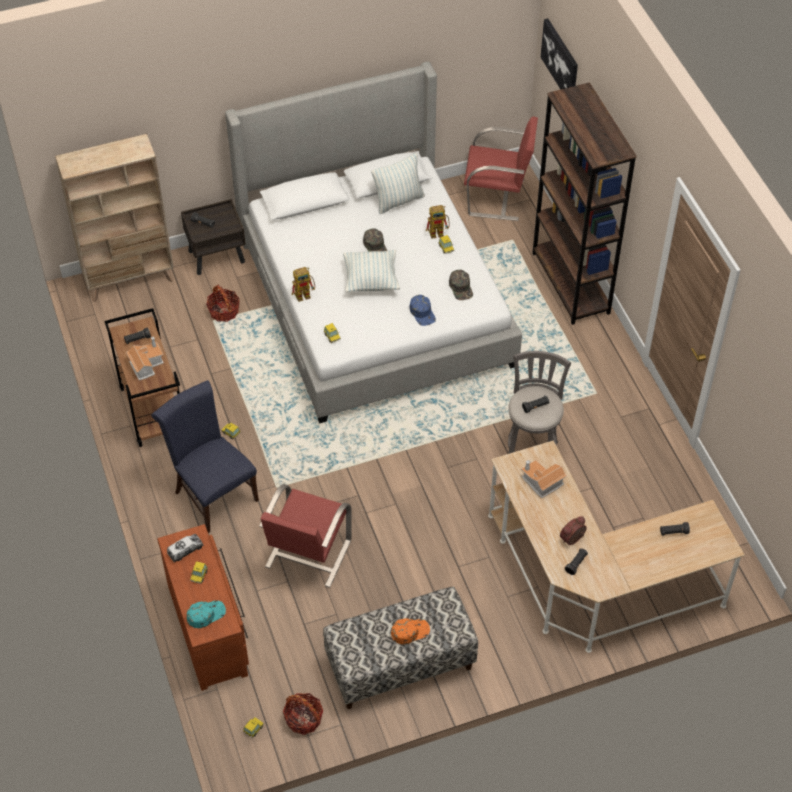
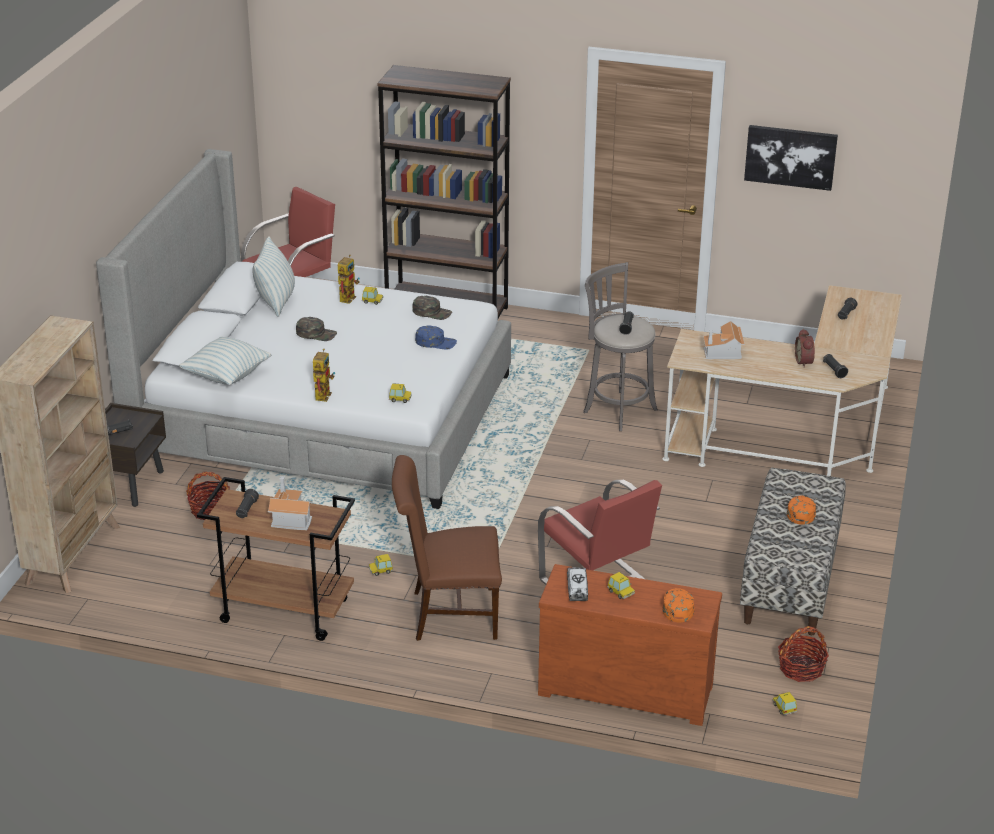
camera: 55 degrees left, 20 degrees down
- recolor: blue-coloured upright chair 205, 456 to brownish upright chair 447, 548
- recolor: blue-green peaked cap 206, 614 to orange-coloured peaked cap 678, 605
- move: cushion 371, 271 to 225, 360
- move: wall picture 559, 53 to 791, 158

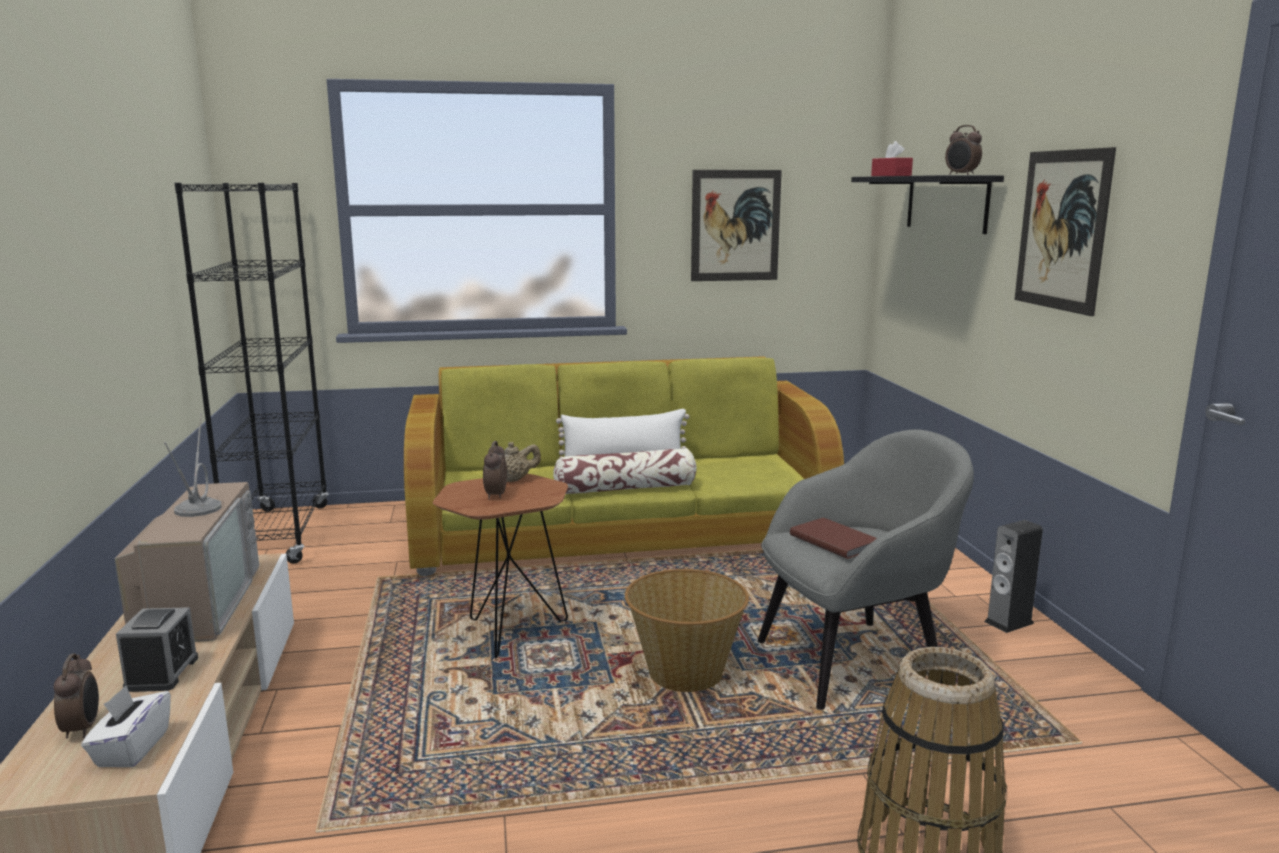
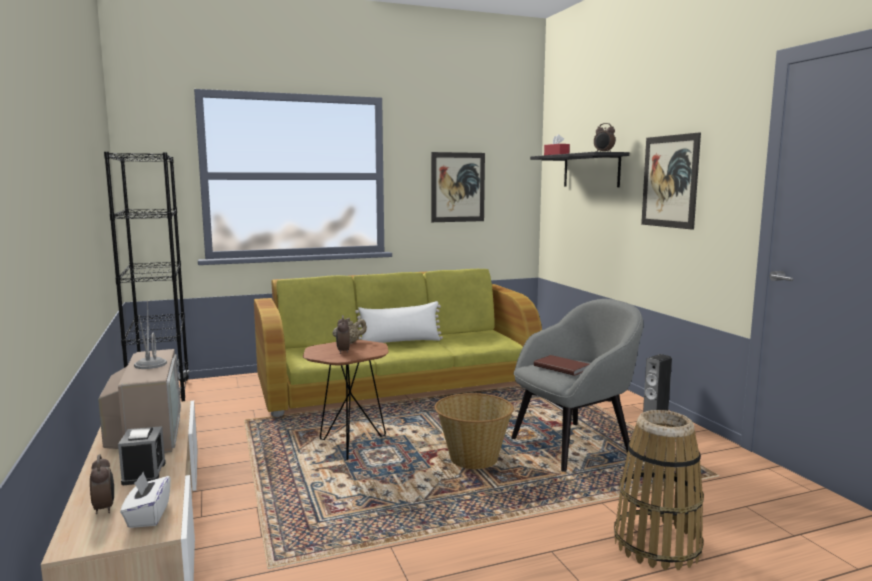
camera: 10 degrees left, 5 degrees down
- delete: cushion 624, 471

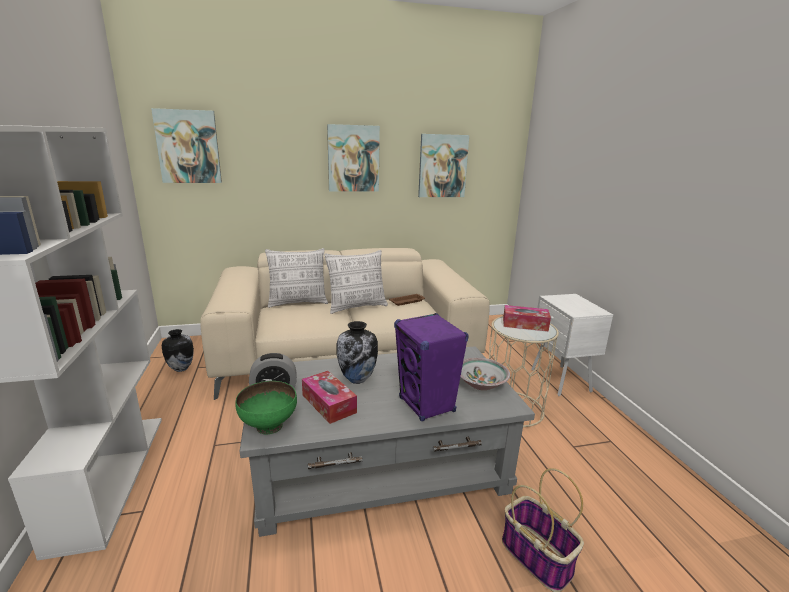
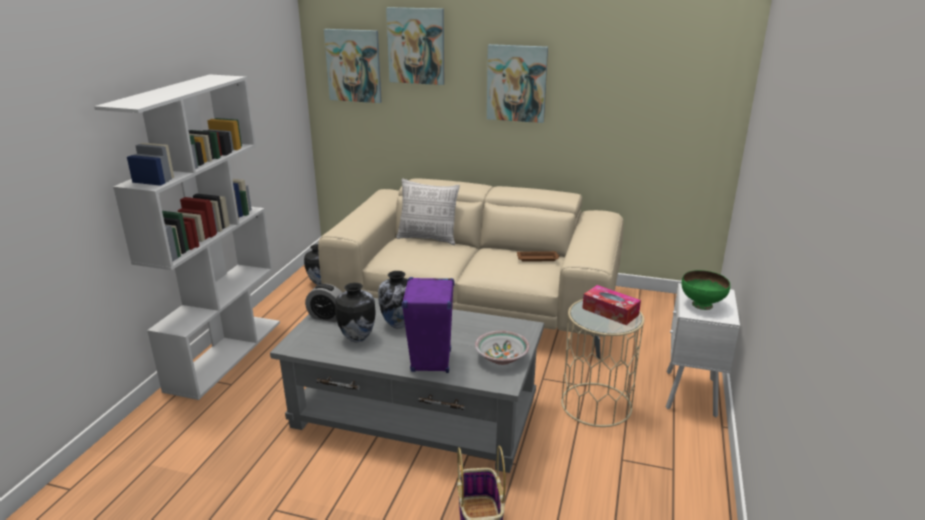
camera: 30 degrees right, 5 degrees up
- move: green serving bowl 266, 407 to 705, 290
- replace: tissue holder 329, 397 to flower vase 355, 312
- delete: cushion 356, 282
- move: wall picture 443, 165 to 415, 46

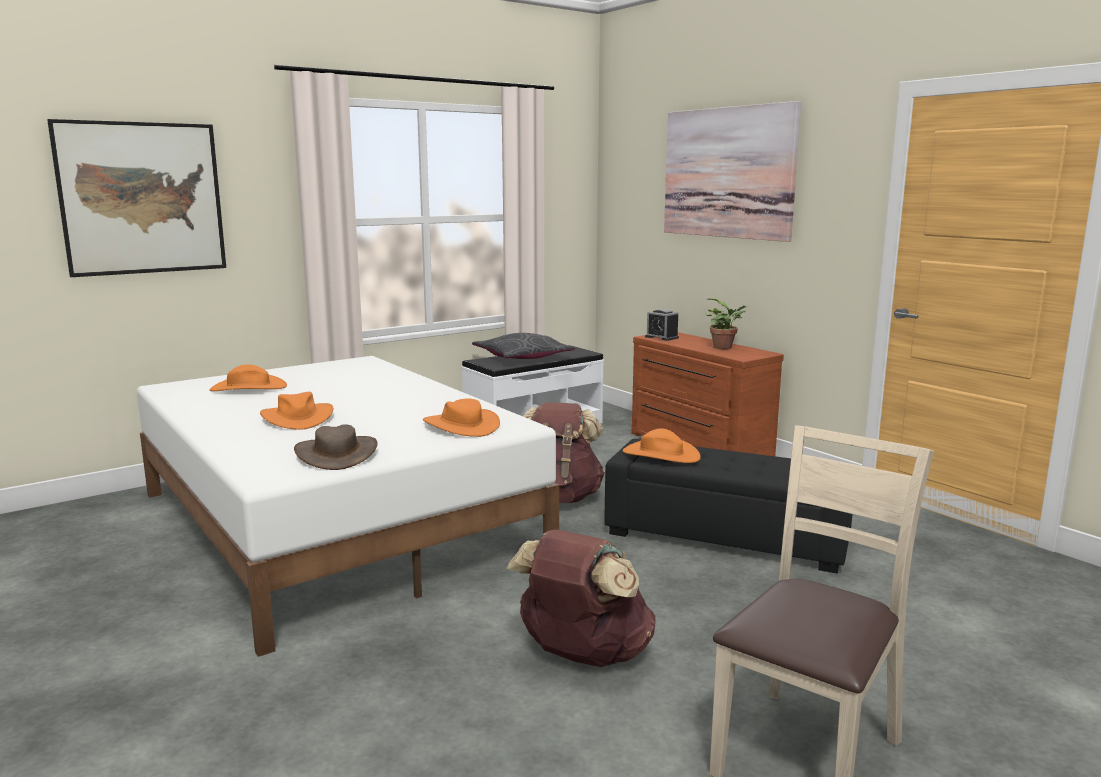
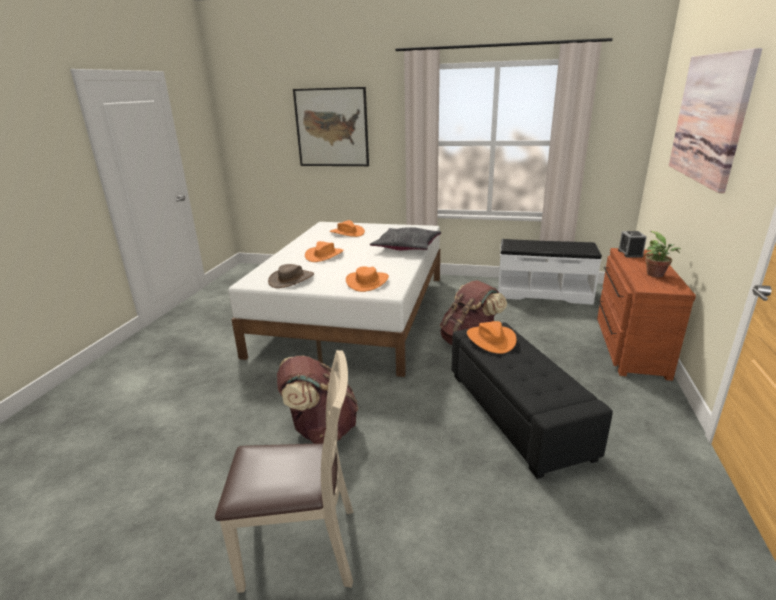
camera: 50 degrees right, 10 degrees up
- move: greyish cushion 523, 346 to 405, 238

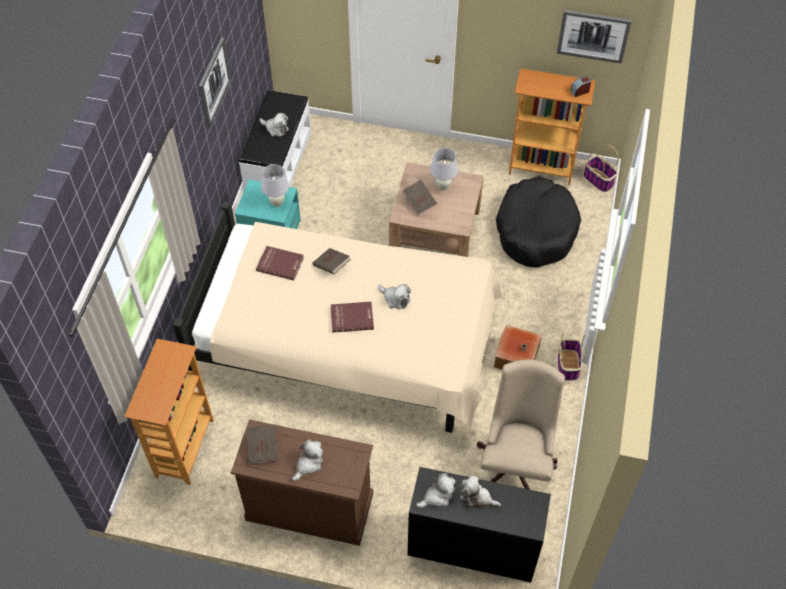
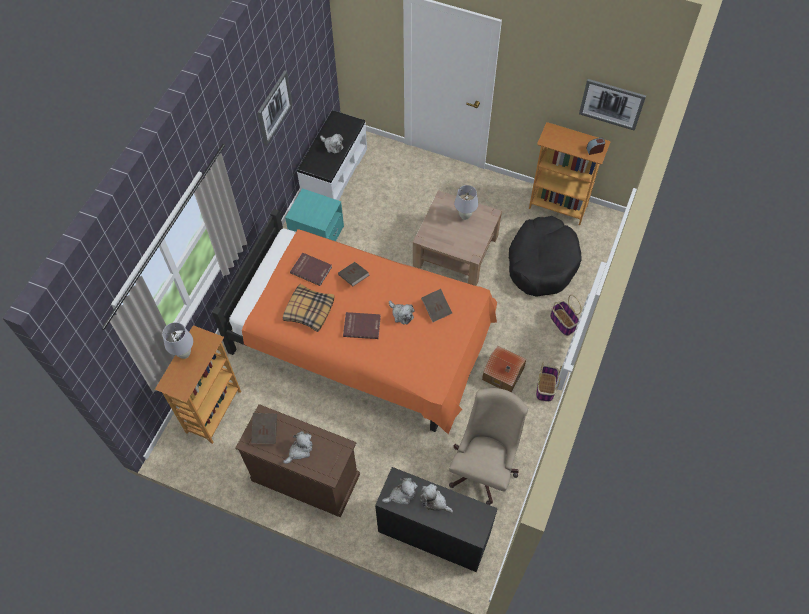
camera: 10 degrees right, 5 degrees up
- recolor: sand-coloured bedroom bed 337, 317 to orange-coloured bedroom bed 354, 321
- move: white tabletop lamp 275, 185 to 177, 340
- move: brownish bound book 419, 197 to 436, 305
- move: household basket 601, 168 to 566, 315
- insert: cushion 308, 308

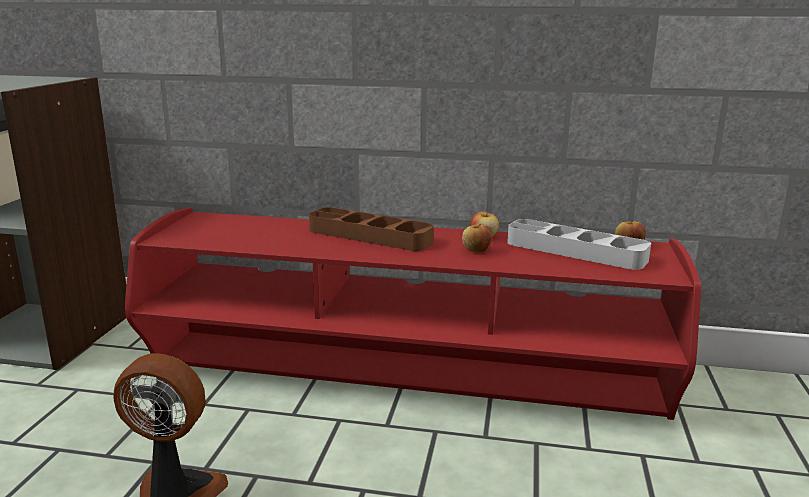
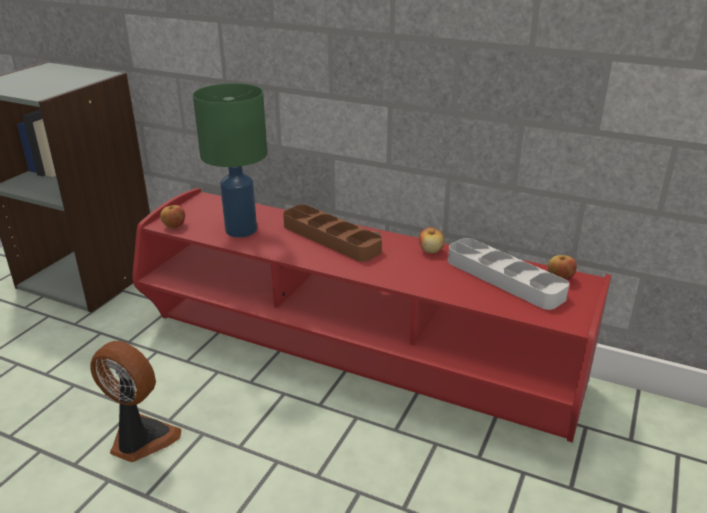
camera: 15 degrees right, 10 degrees up
- move: apple 477, 238 to 172, 216
- insert: green tabletop lamp 230, 160

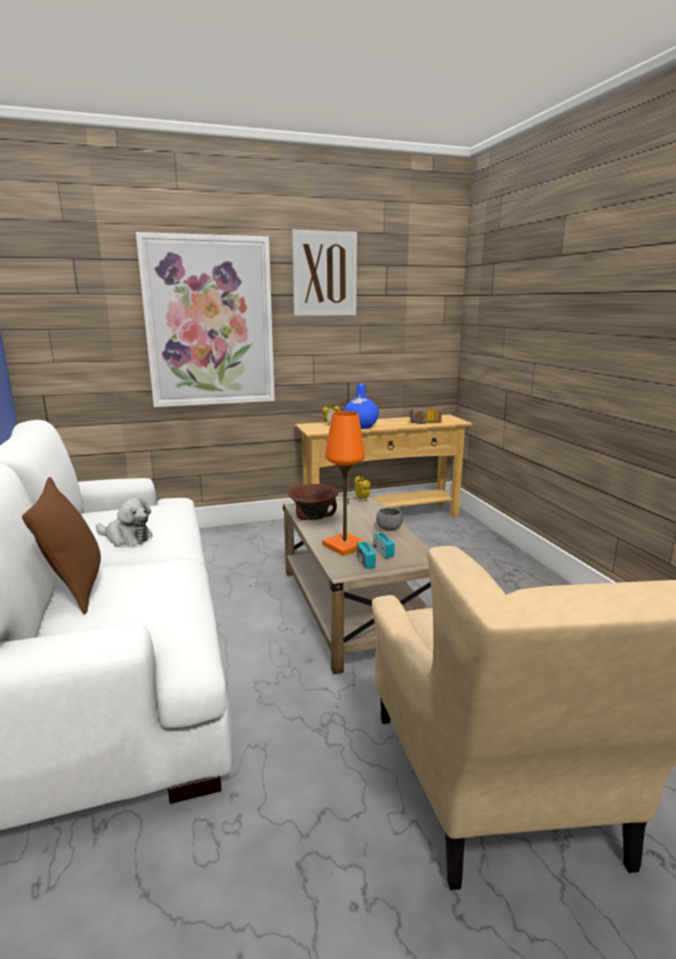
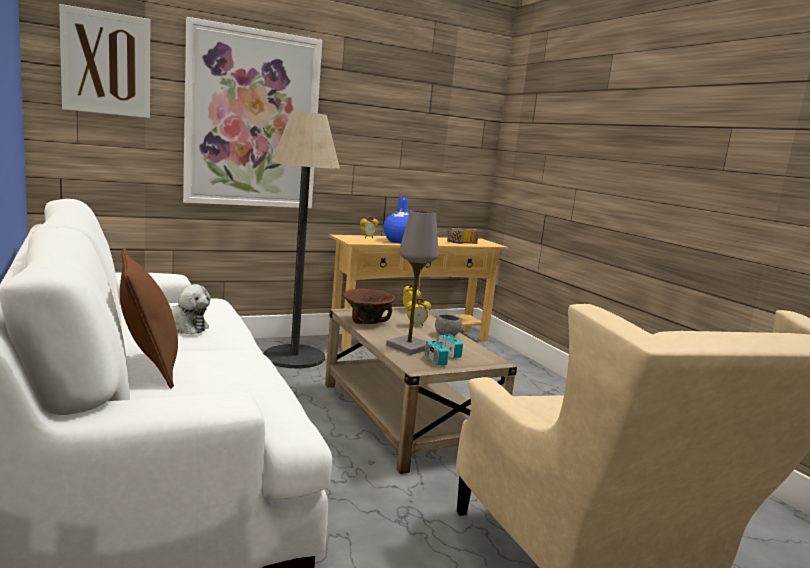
camera: 10 degrees left, 5 degrees down
- move: wall picture 324, 273 to 104, 61
- recolor: orange-coloured tabletop lamp 345, 483 to greyish tabletop lamp 412, 282
- insert: standing lamp 302, 239
- insert: table clock 418, 312

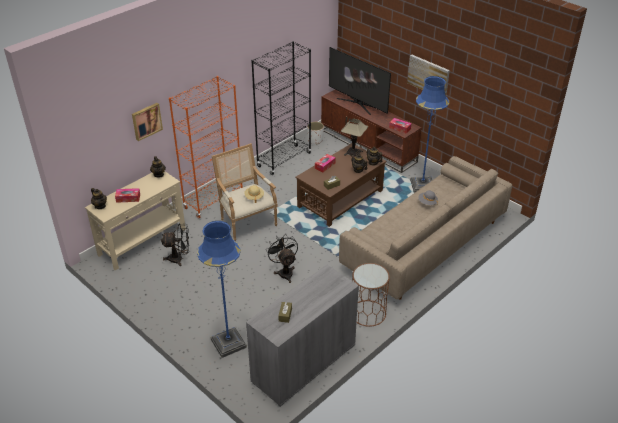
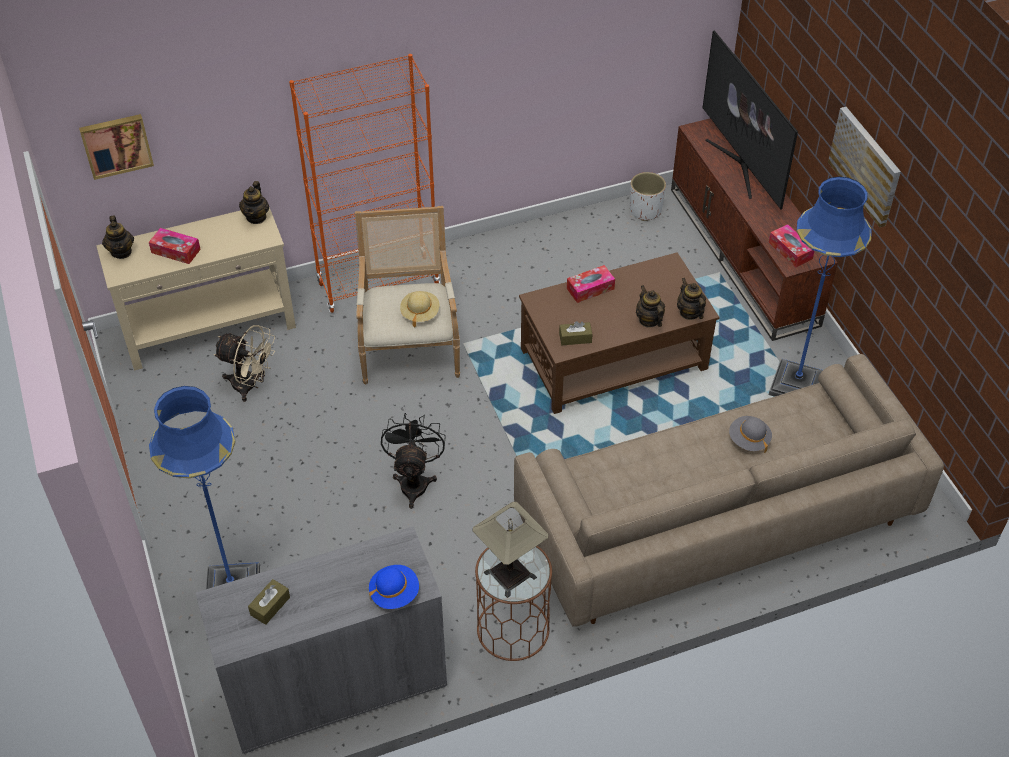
camera: 25 degrees right, 10 degrees up
- move: wall picture 147, 122 to 116, 147
- recolor: black fan 175, 245 to sand-coloured fan 244, 363
- delete: black bookshelf 281, 108
- move: tabletop lamp 354, 137 to 510, 549
- insert: blue-coloured wearable hat 394, 587

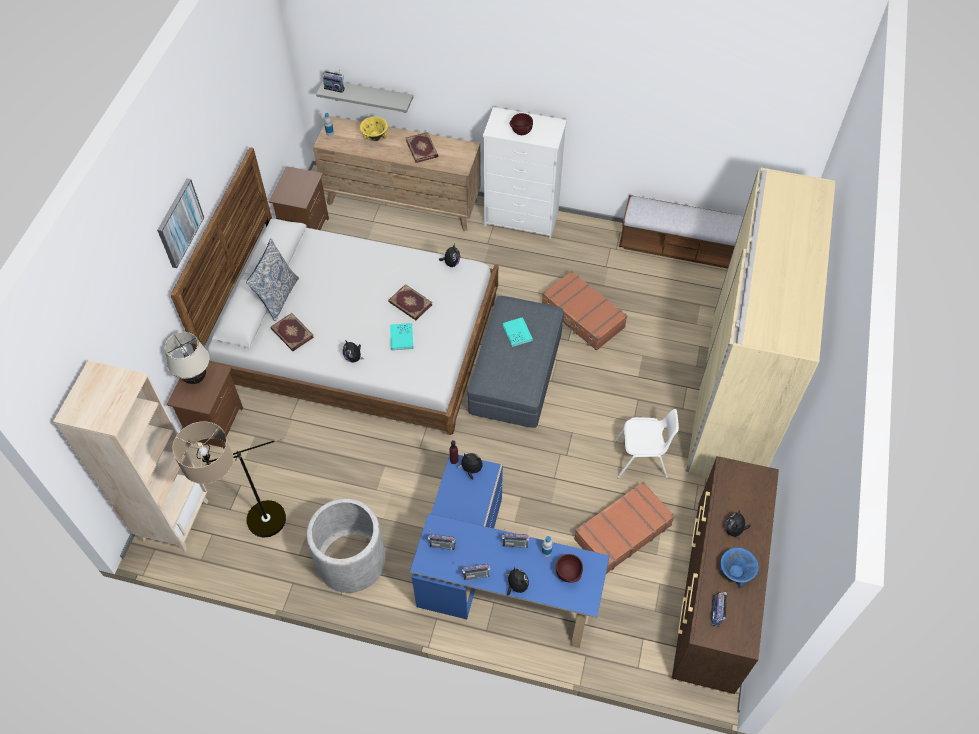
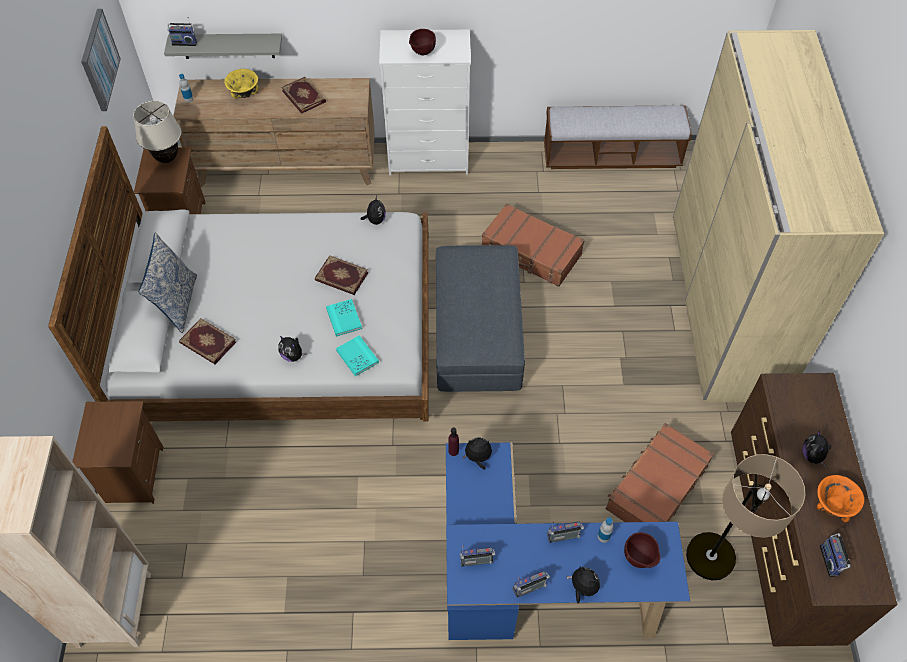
camera: 15 degrees left, 0 degrees up
- move: wall picture 180, 223 to 101, 60
- move: sand-coloured tabletop lamp 187, 358 to 157, 132
- move: standing lamp 229, 480 to 745, 517
- delete: greyish flower pot 346, 545
- move: blue-green bound book 518, 332 to 357, 355
- delete: white upright chair 647, 444
- recolor: blue-coloured serving bowl 739, 567 to orange-coloured serving bowl 840, 498

